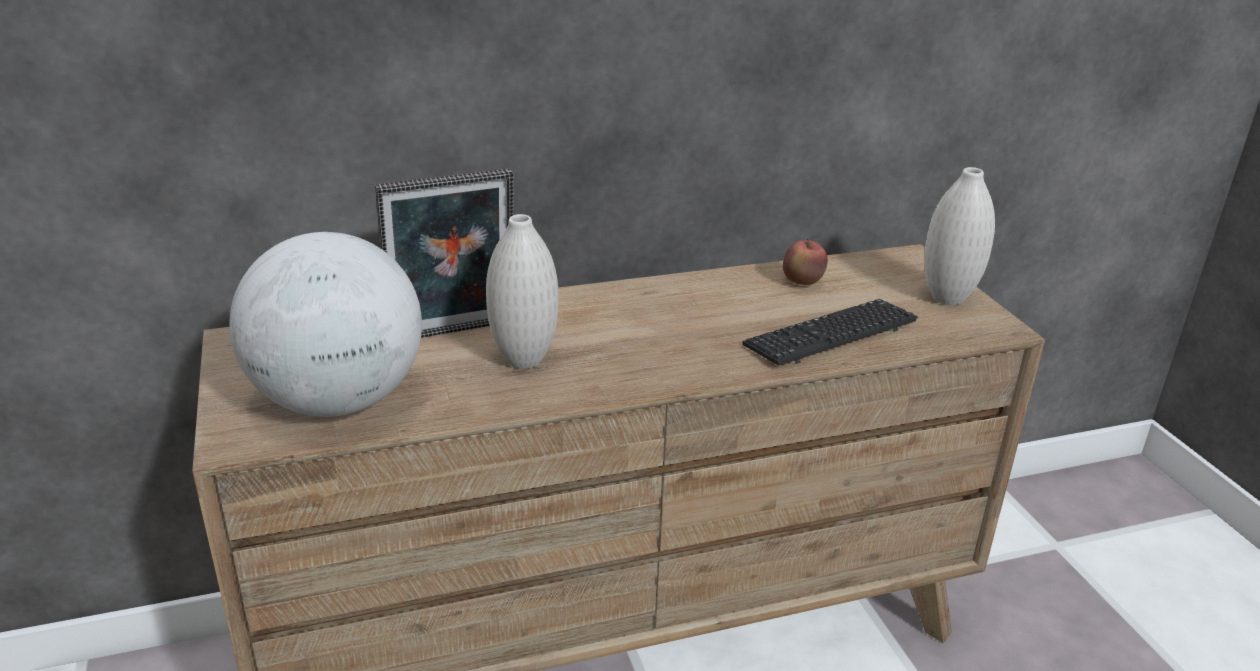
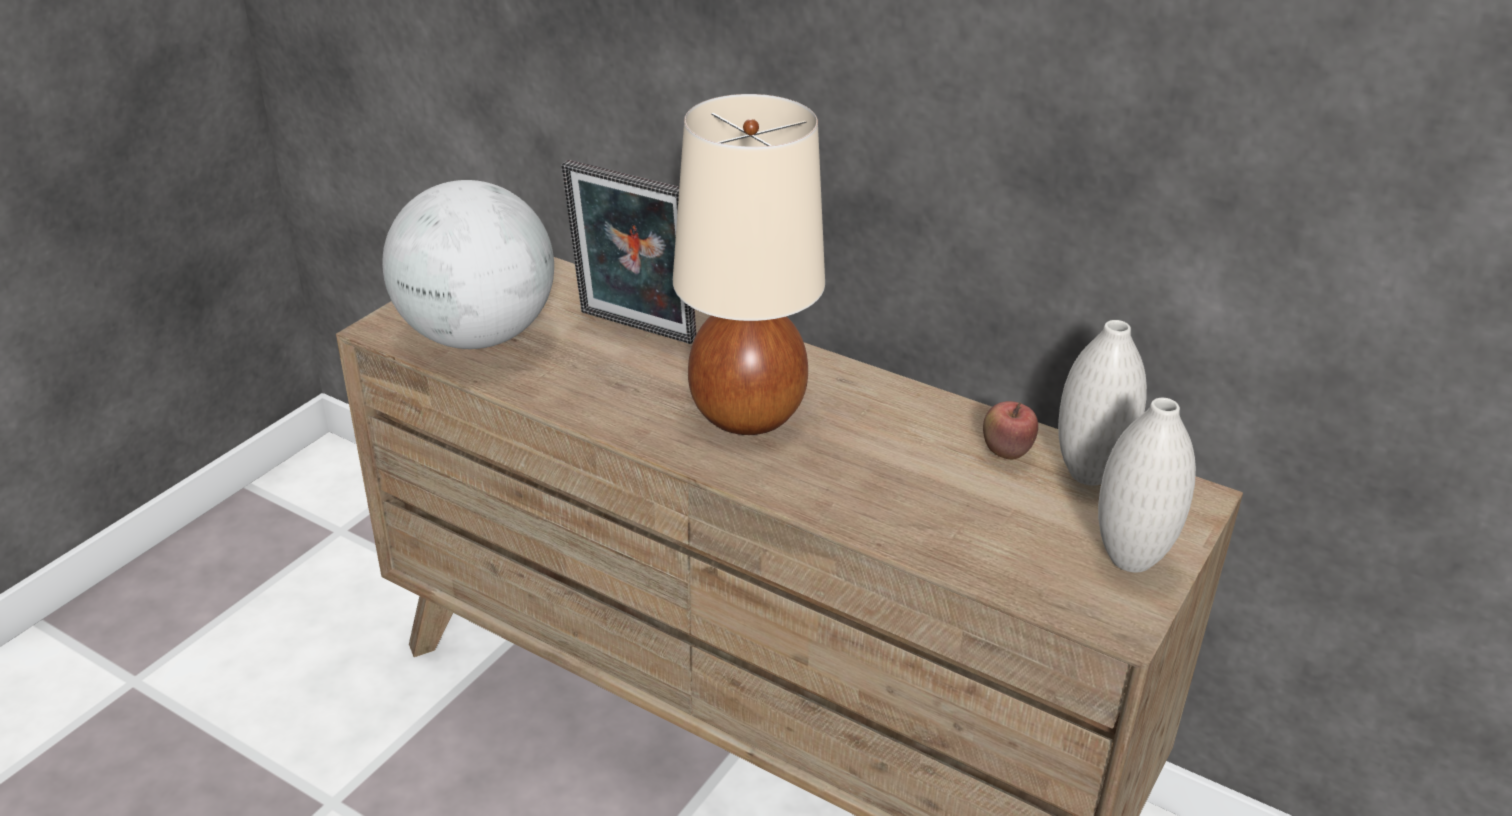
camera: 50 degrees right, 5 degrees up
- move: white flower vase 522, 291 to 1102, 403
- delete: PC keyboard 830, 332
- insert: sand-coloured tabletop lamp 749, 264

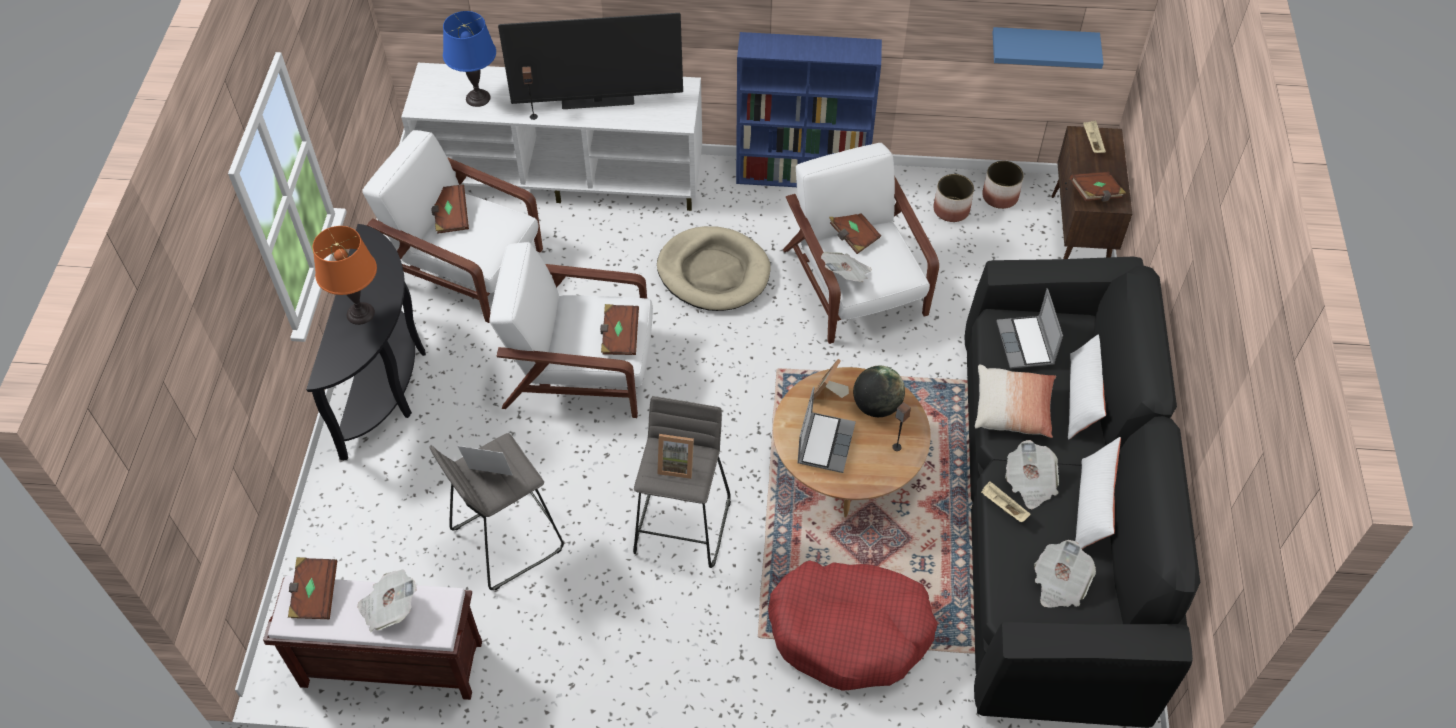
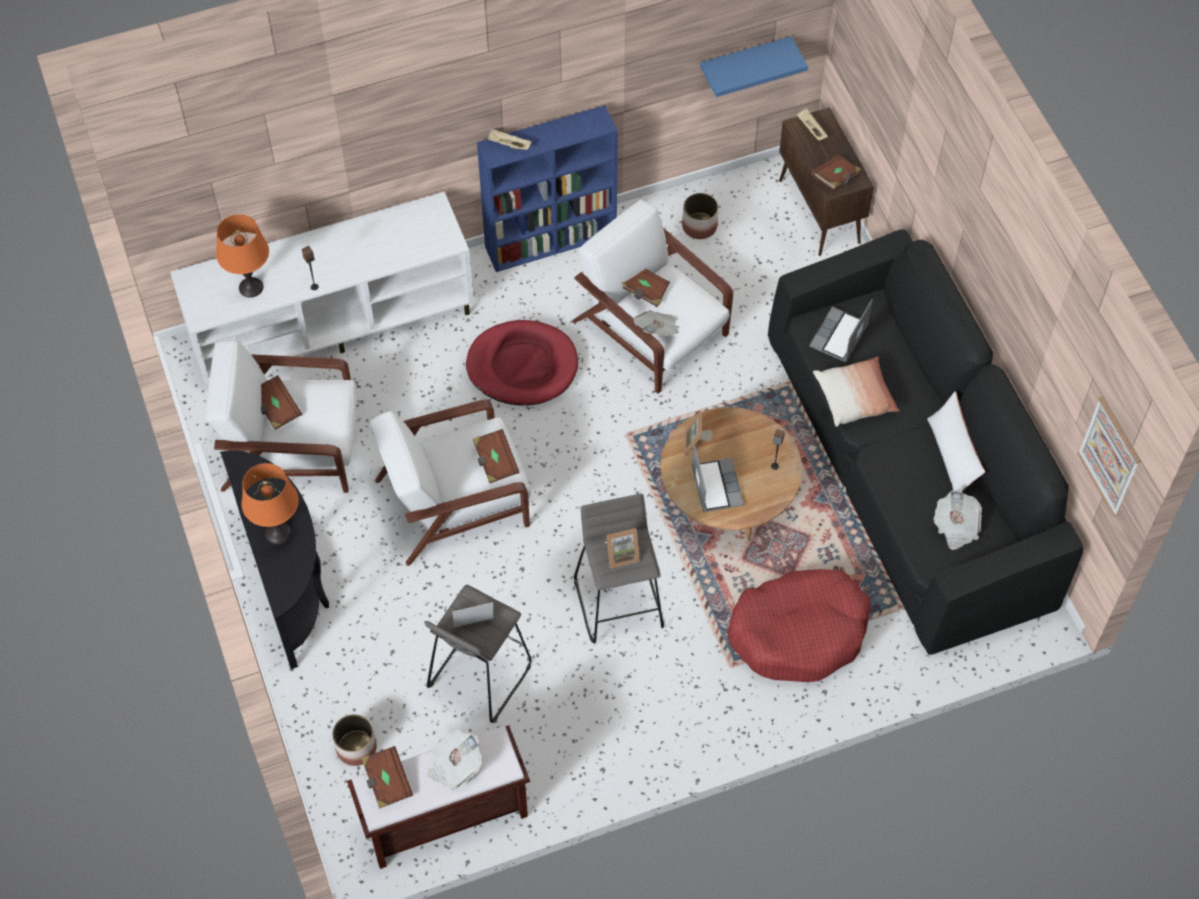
camera: 25 degrees left, 5 degrees up
- recolor: blue-coloured tabletop lamp 469, 59 to orange-coloured tabletop lamp 242, 255
- delete: television 590, 61
- recolor: sand-coloured dog cushion 714, 268 to red dog cushion 522, 363
- delete: desk globe 879, 391
- move: sand-coloured carrying tray 1006, 501 to 510, 139
- move: flower pot 1003, 185 to 354, 740
- rotate: notebook computer 1029, 328 = 841, 330 60 degrees clockwise
- delete: newspaper 1032, 474
- delete: white cushion 1087, 387
- insert: wall picture 1109, 456

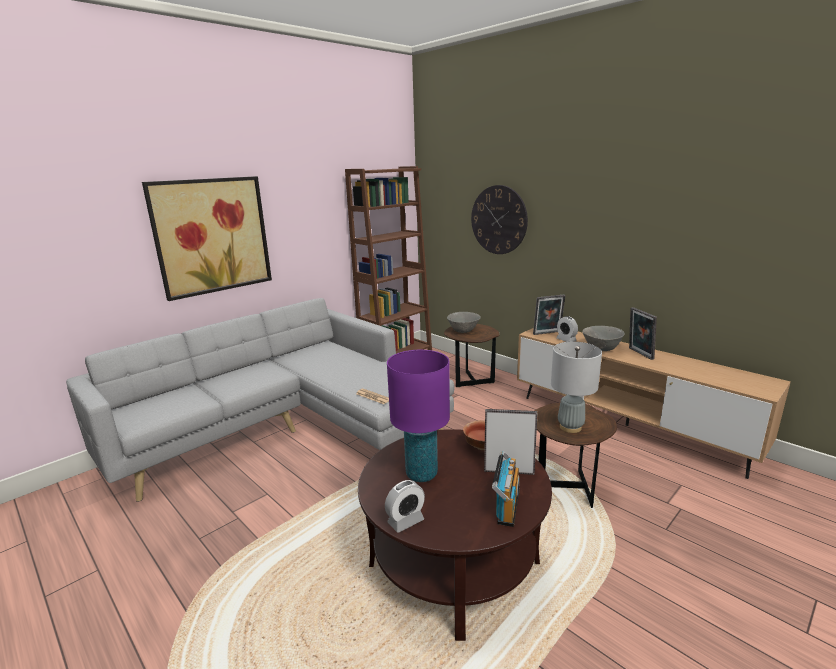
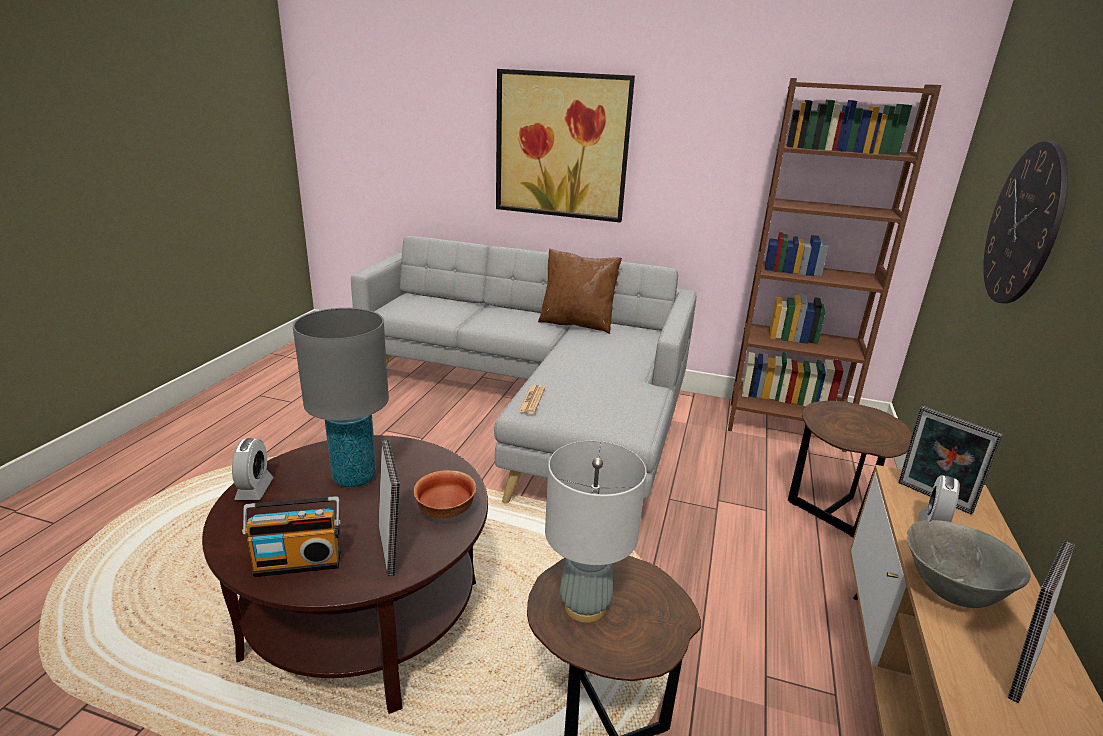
camera: 60 degrees right, 5 degrees up
- rotate: table clock 405, 506 = 253, 469 120 degrees counterclockwise
- recolor: purple-coloured tabletop lamp 418, 416 to greyish tabletop lamp 341, 398
- delete: greyish serving bowl 464, 322
- insert: brownish cushion 580, 291

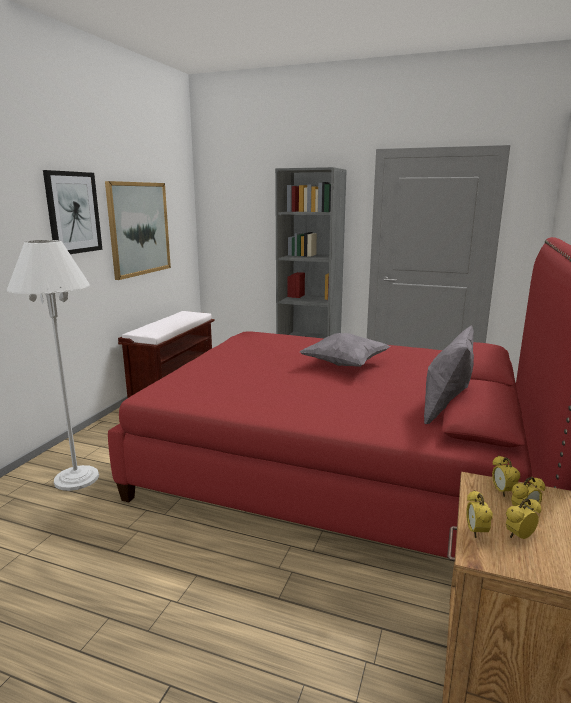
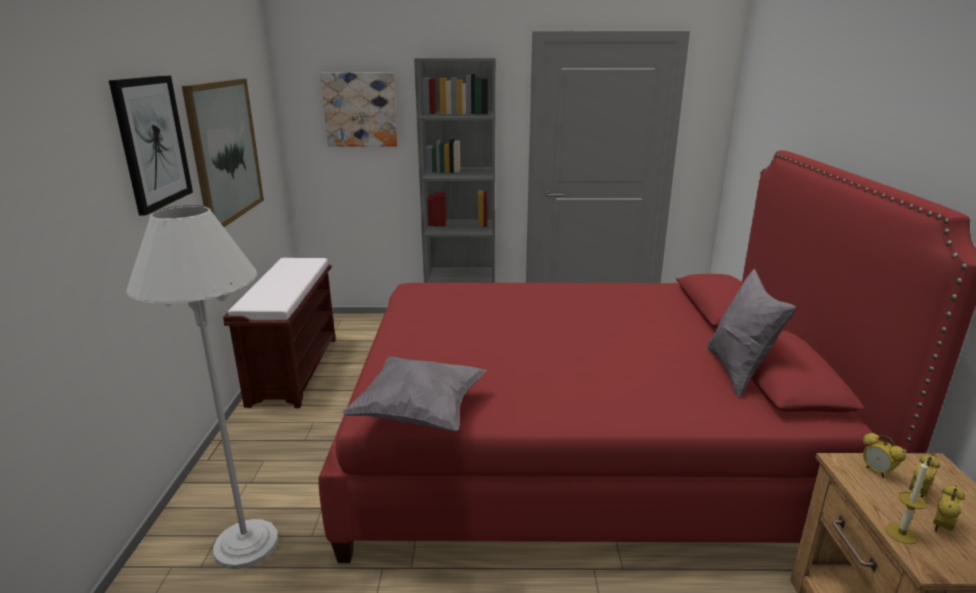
camera: 20 degrees left, 5 degrees up
- move: greyish cushion 345, 350 to 414, 393
- replace: table clock 479, 514 to wax candle 907, 502
- insert: wall picture 359, 109

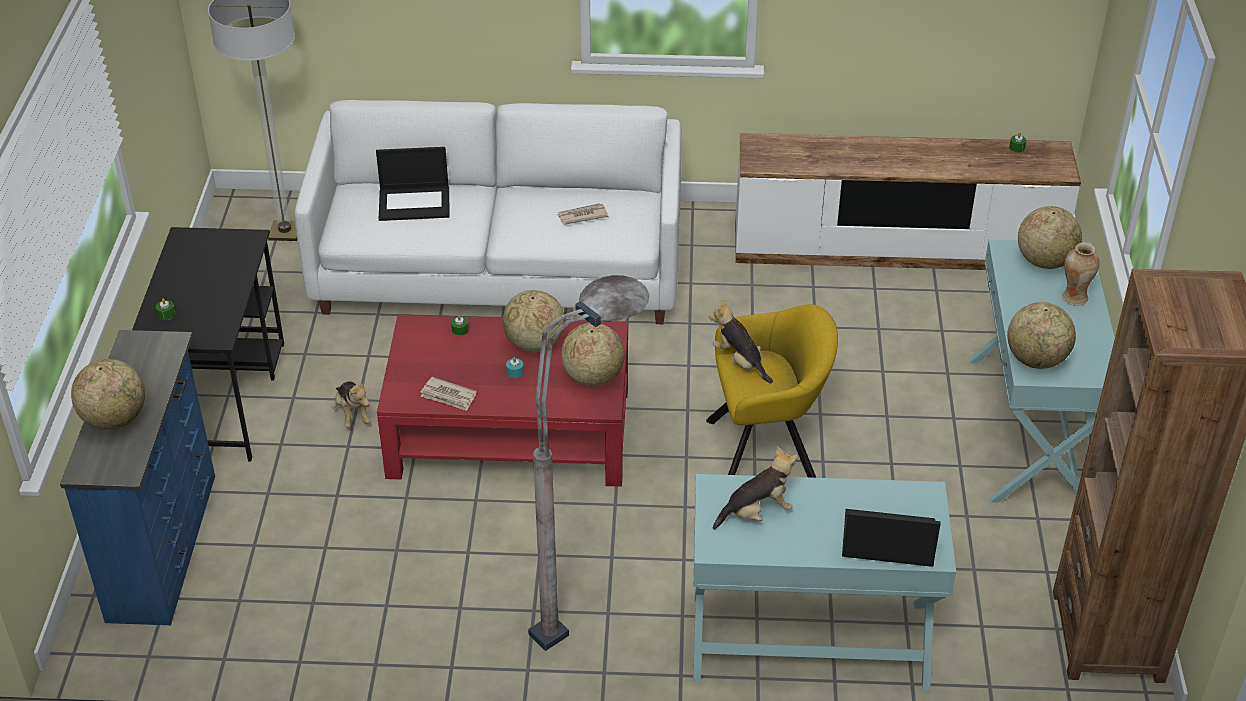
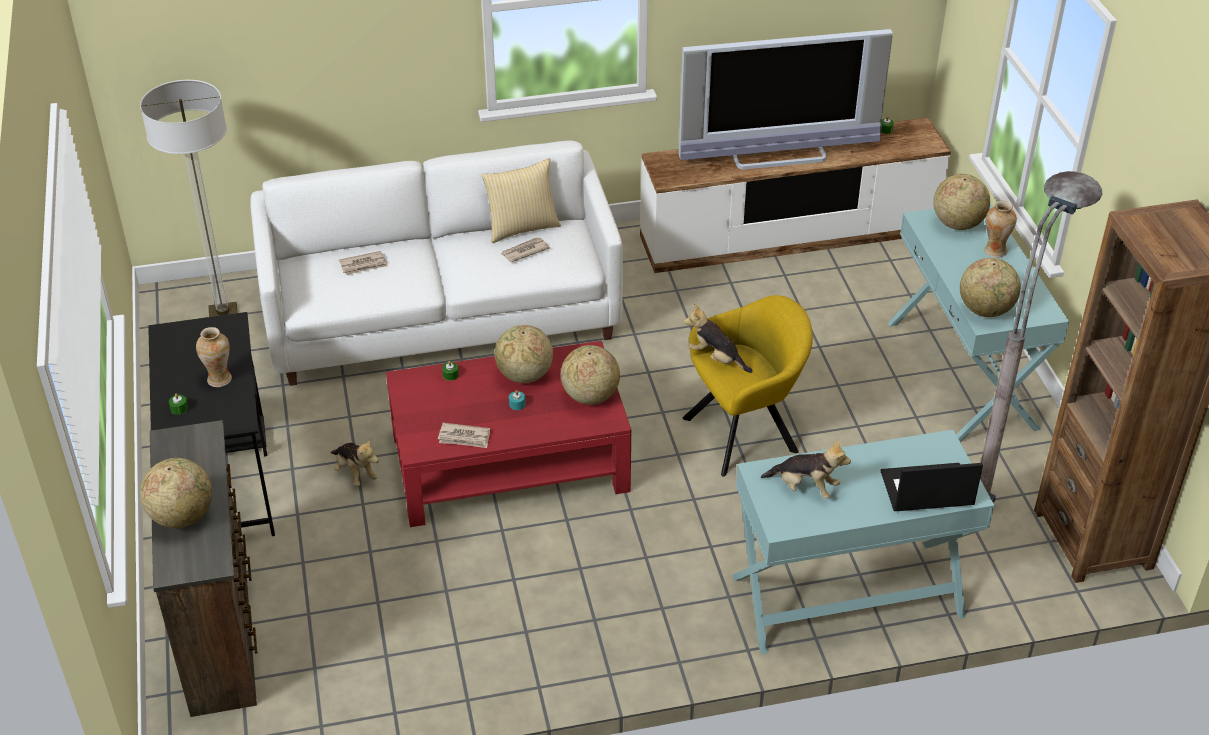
camera: 15 degrees left, 0 degrees up
- recolor: blue-coloured chest of drawers 137, 477 to brownish chest of drawers 203, 568
- replace: notebook computer 413, 184 to newspaper 363, 263
- move: greyish standing lamp 588, 463 to 1041, 337
- rotate: plush toy 755, 488 = 806, 469 60 degrees clockwise
- insert: flower vase 214, 357
- insert: cushion 521, 200
- insert: television 786, 99

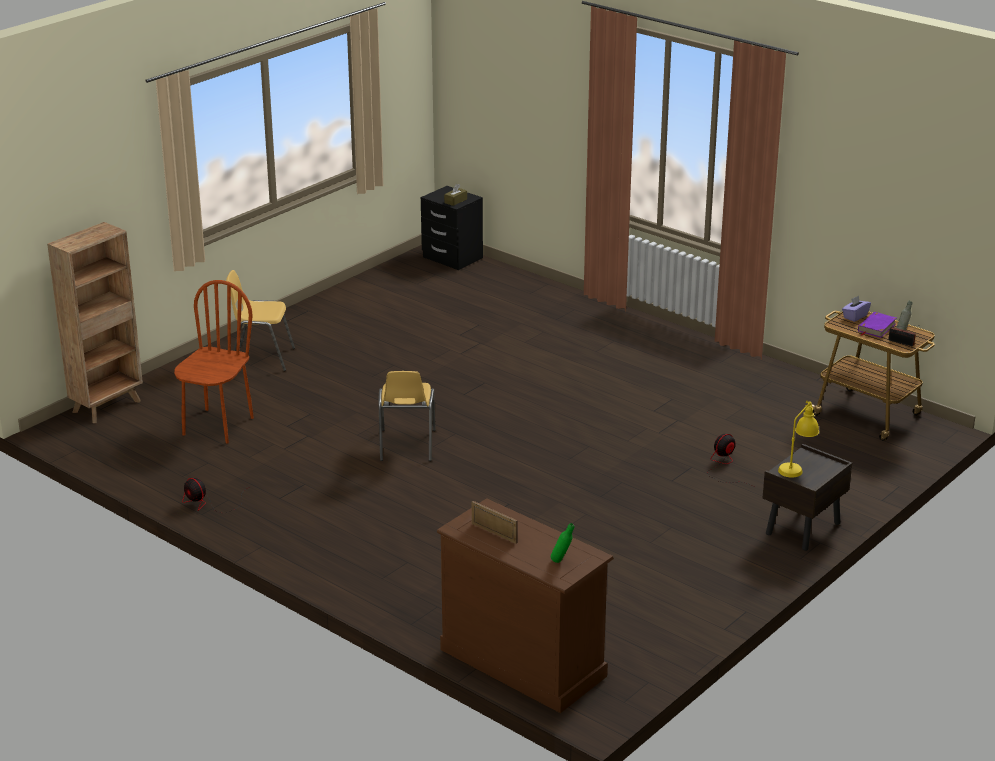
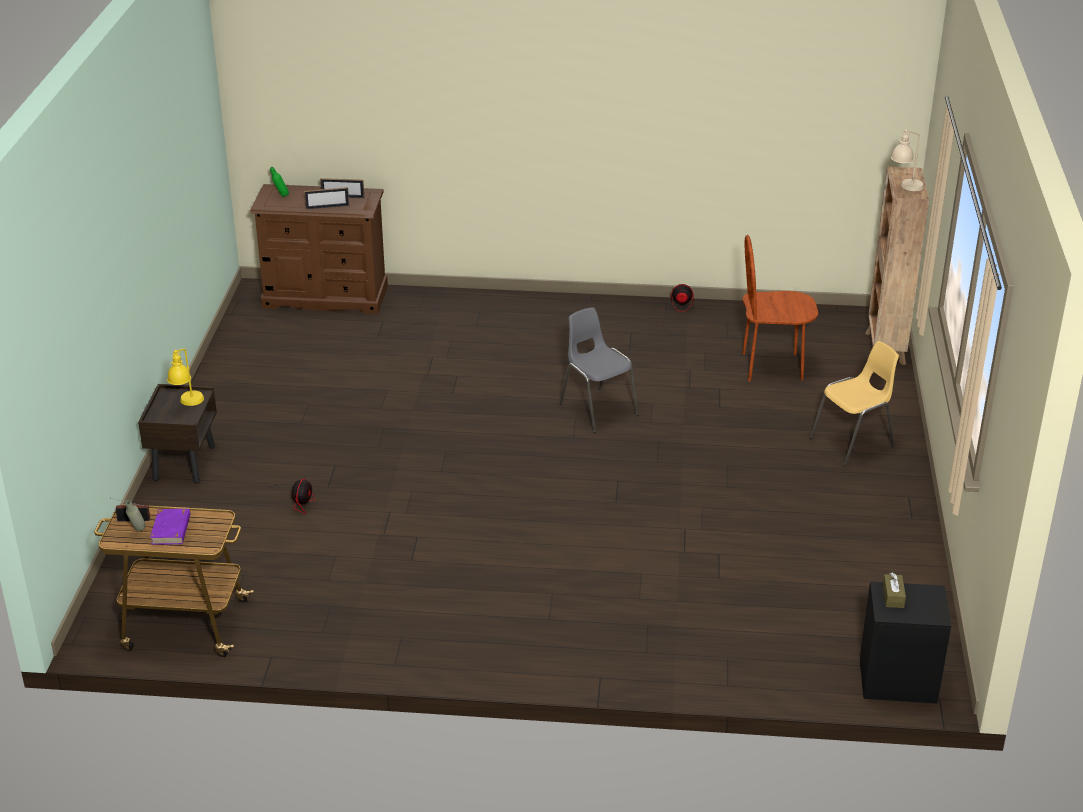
camera: 145 degrees right, 5 degrees up
- rotate: brownish upright chair 214, 362 = 780, 308 105 degrees clockwise
- recolor: yellowish upright chair 407, 416 to greyish upright chair 598, 370
- delete: purple-coloured tissue holder 856, 308
- insert: standing frame 326, 198
- insert: sand-coloured tabletop lamp 907, 160

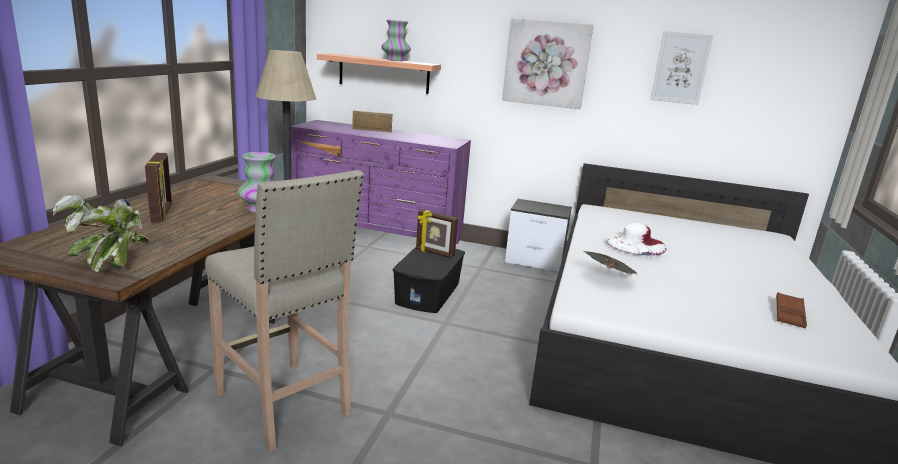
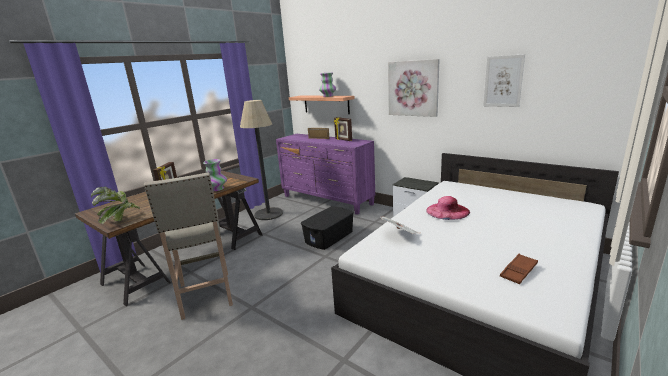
camera: 25 degrees right, 0 degrees up
- move: standing frame 437, 233 to 343, 129
- recolor: white wearable hat 635, 238 to pinkish wearable hat 448, 208

